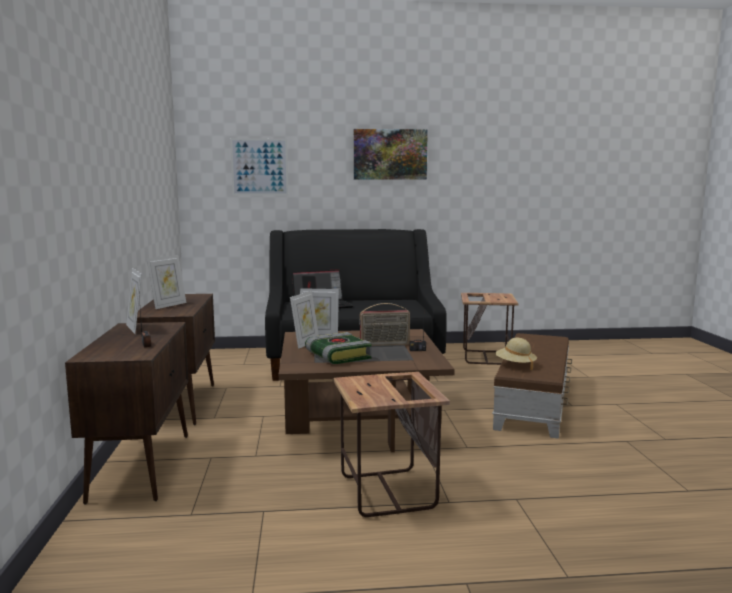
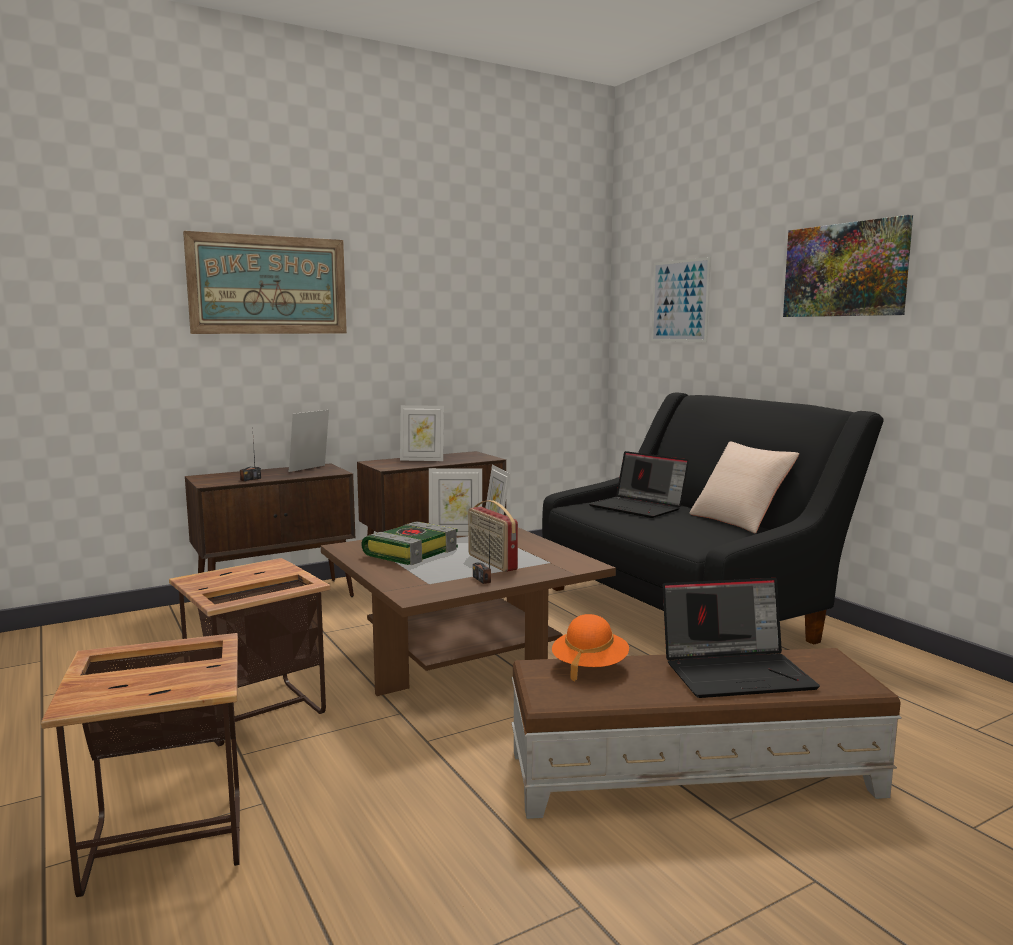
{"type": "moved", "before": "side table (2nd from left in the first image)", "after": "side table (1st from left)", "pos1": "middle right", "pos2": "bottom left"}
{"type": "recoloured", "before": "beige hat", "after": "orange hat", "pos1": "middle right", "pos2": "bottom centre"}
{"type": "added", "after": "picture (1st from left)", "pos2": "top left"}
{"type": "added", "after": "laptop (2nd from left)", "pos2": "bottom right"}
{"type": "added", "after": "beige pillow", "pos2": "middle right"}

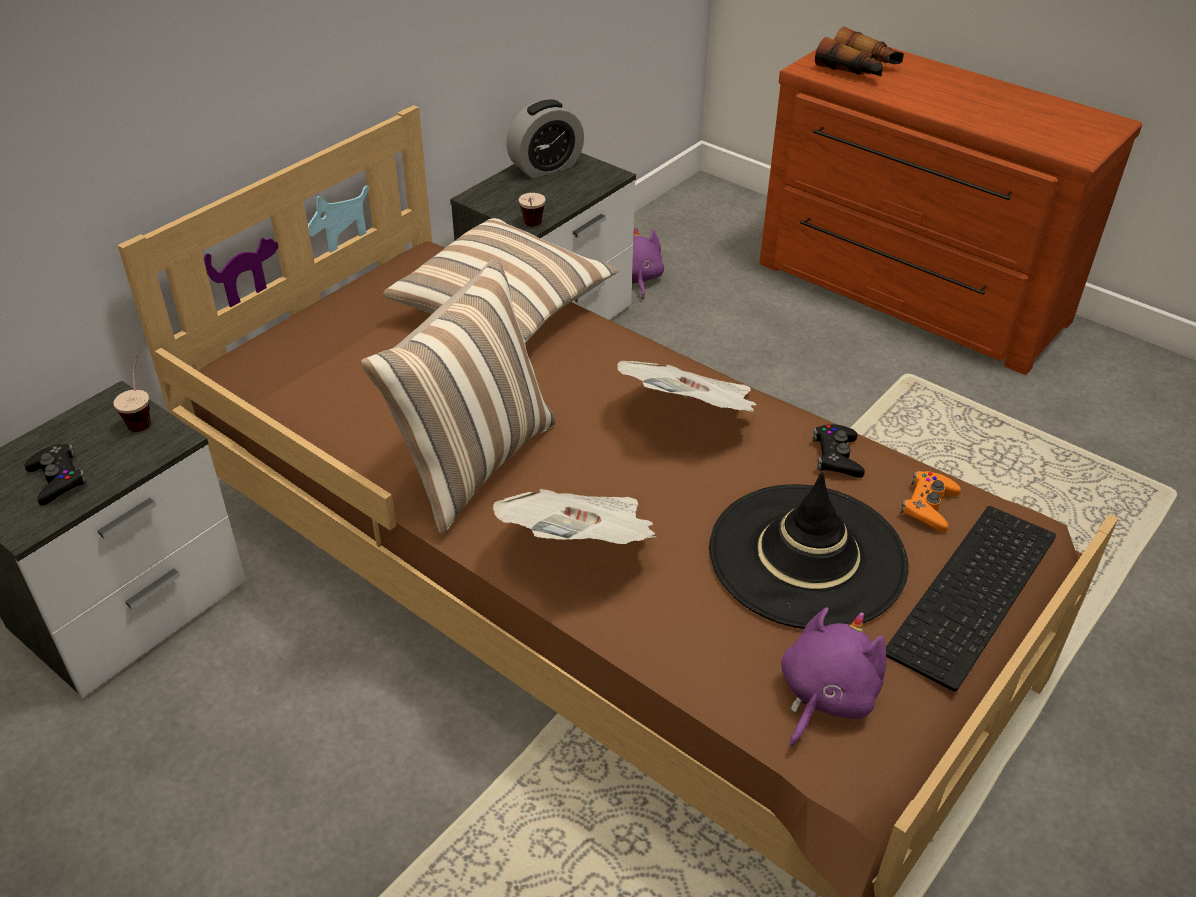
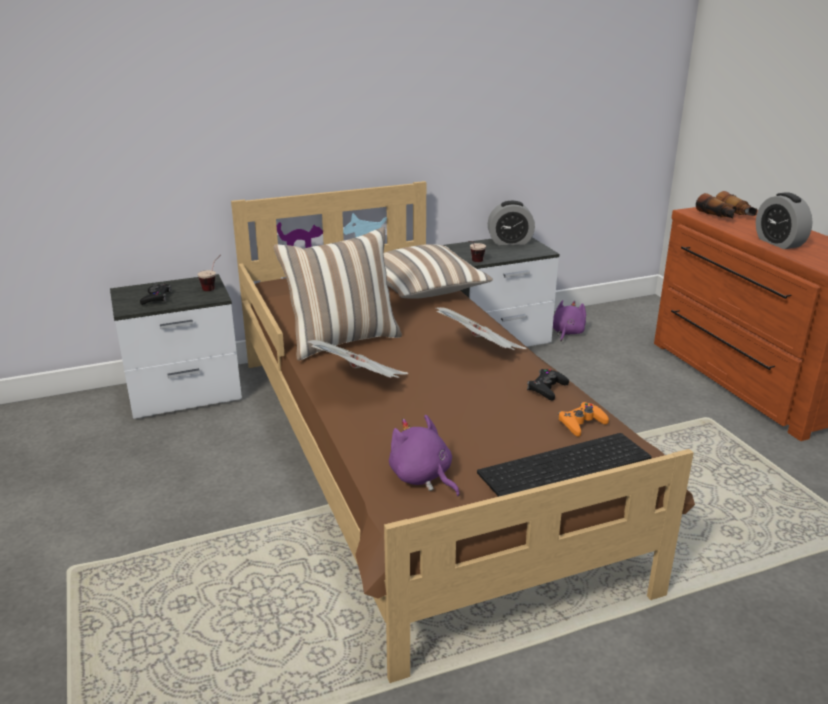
{"type": "removed", "before": "black hat", "pos1": "middle right"}
{"type": "turned", "before": "purple plush toy (2nd from left in the first image)", "pos1": "bottom right", "pos2": "centre", "turn": -105}
{"type": "added", "after": "alarm clock (2nd from left)", "pos2": "top right"}

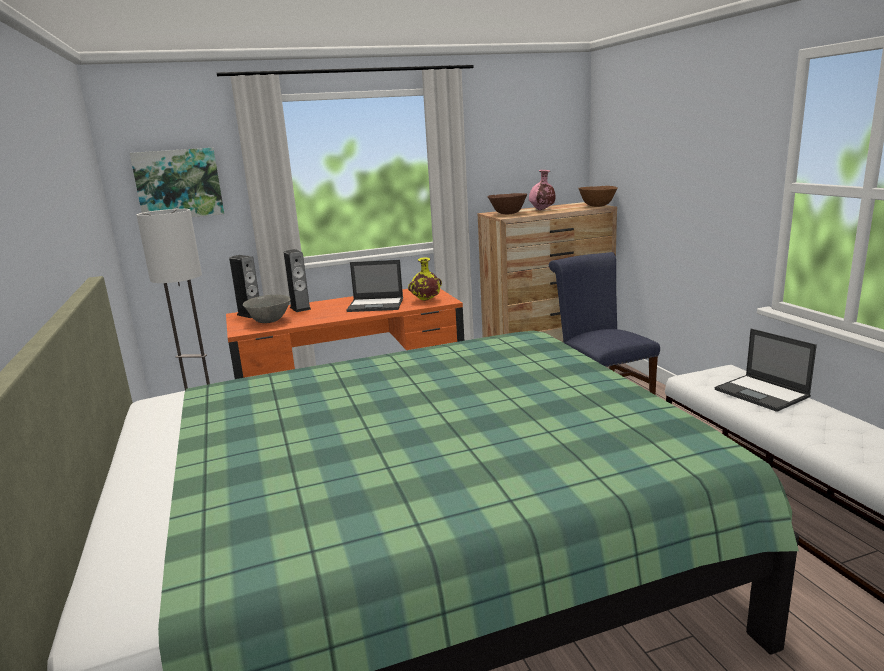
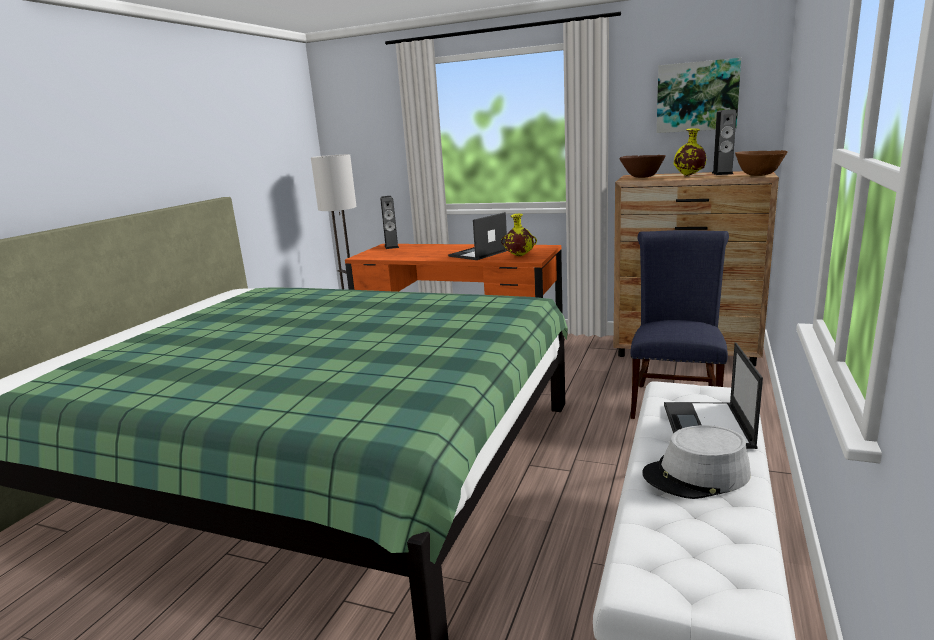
{"type": "moved", "before": "picture", "pos1": "top left", "pos2": "top right"}
{"type": "removed", "before": "grey bowl", "pos1": "middle left"}
{"type": "moved", "before": "speaker (2nd from left)", "pos1": "centre", "pos2": "top right"}
{"type": "turned", "before": "laptop (1st from left)", "pos1": "centre", "pos2": "centre", "turn": 90}
{"type": "recoloured", "before": "pink vase", "after": "yellow vase (2nd from left)", "pos1": "top centre", "pos2": "top right"}
{"type": "added", "after": "grey hat", "pos2": "bottom right"}

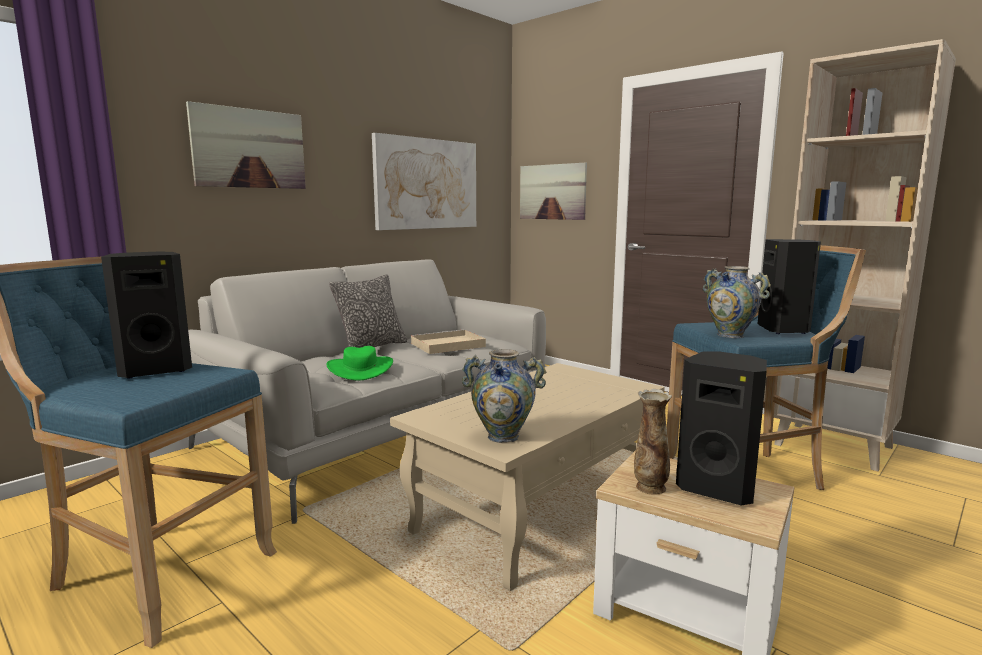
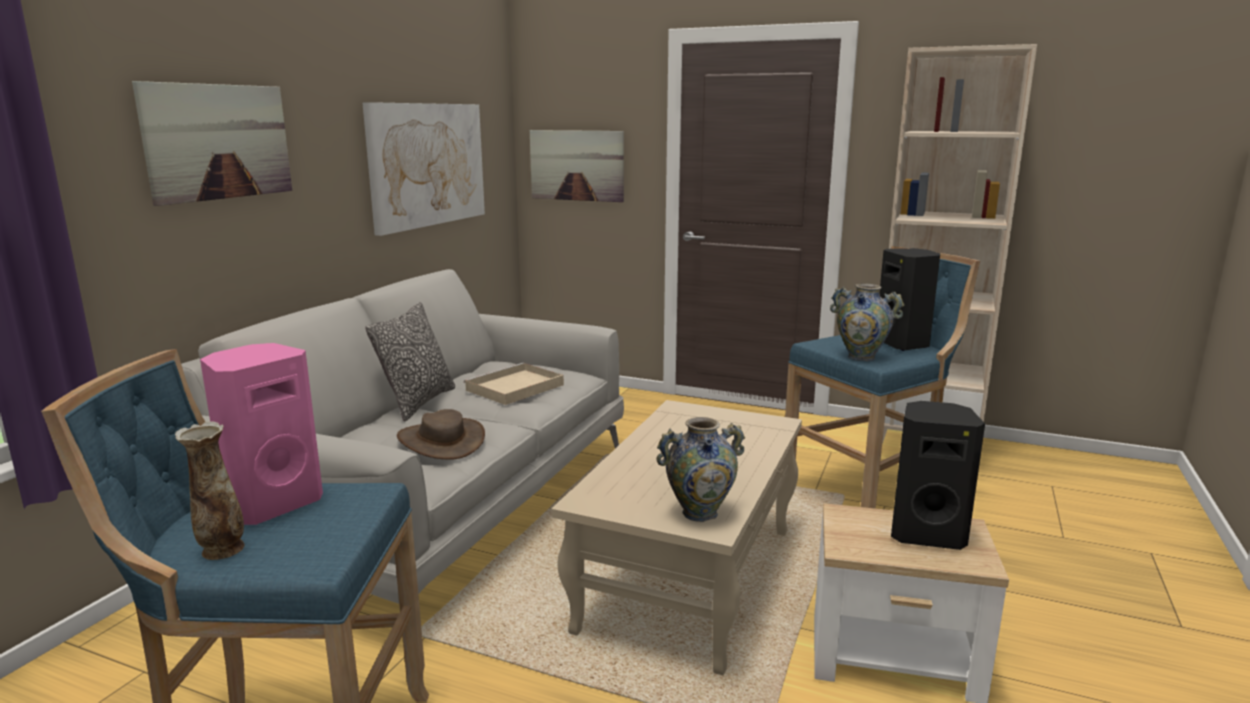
{"type": "recoloured", "before": "black speaker (1st from left)", "after": "pink speaker", "pos1": "middle left", "pos2": "middle left"}
{"type": "recoloured", "before": "green hat", "after": "brown hat", "pos1": "centre", "pos2": "centre"}
{"type": "moved", "before": "vase (2nd from left in the first image)", "after": "vase (1st from left)", "pos1": "bottom centre", "pos2": "bottom left"}

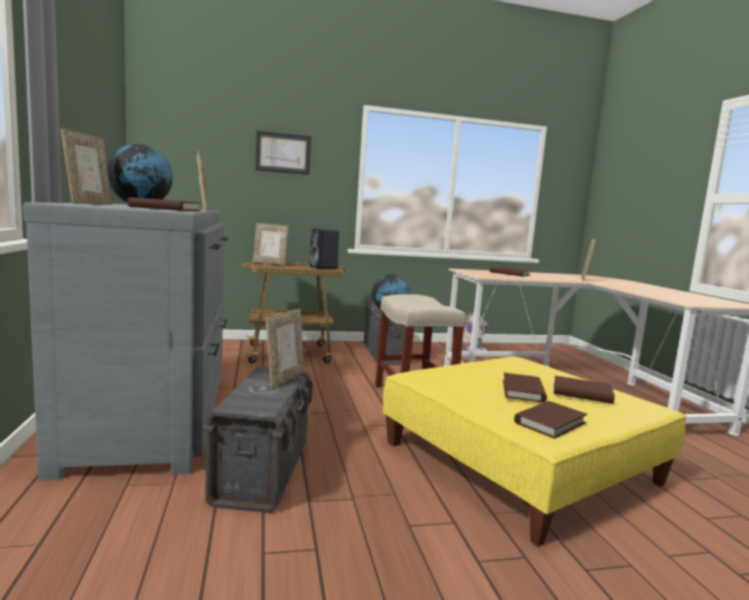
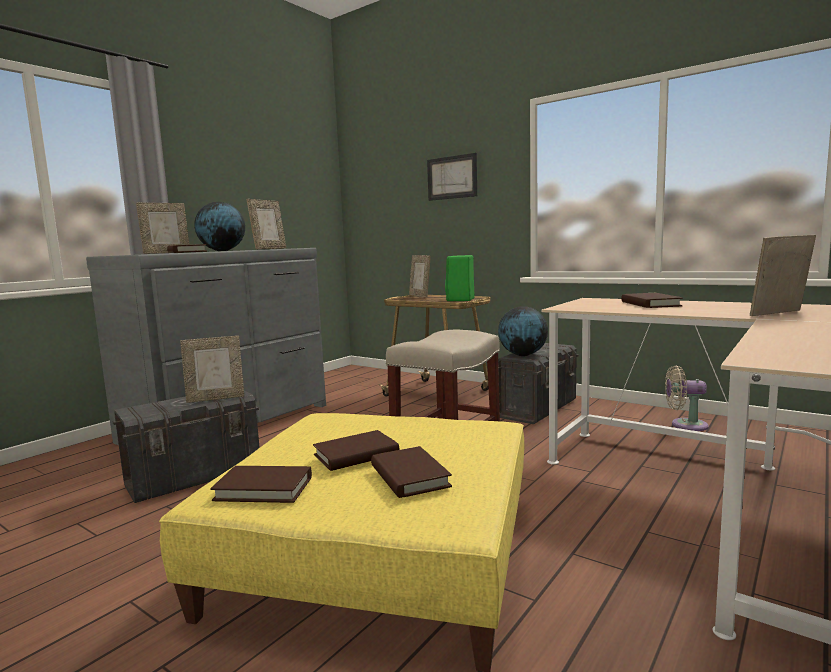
{"type": "recoloured", "before": "black speaker", "after": "green speaker", "pos1": "centre", "pos2": "centre"}

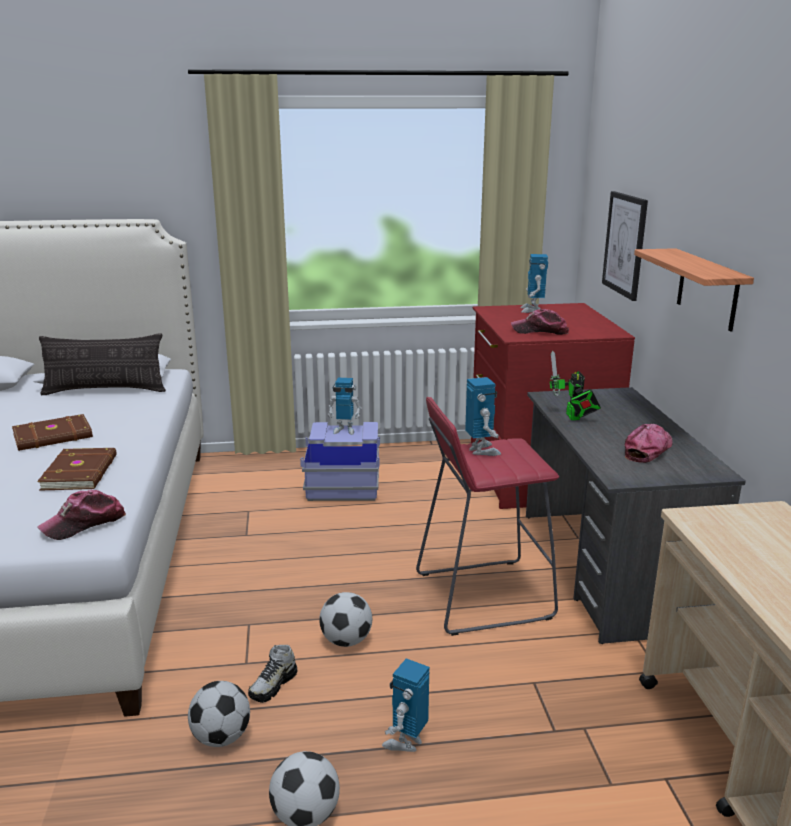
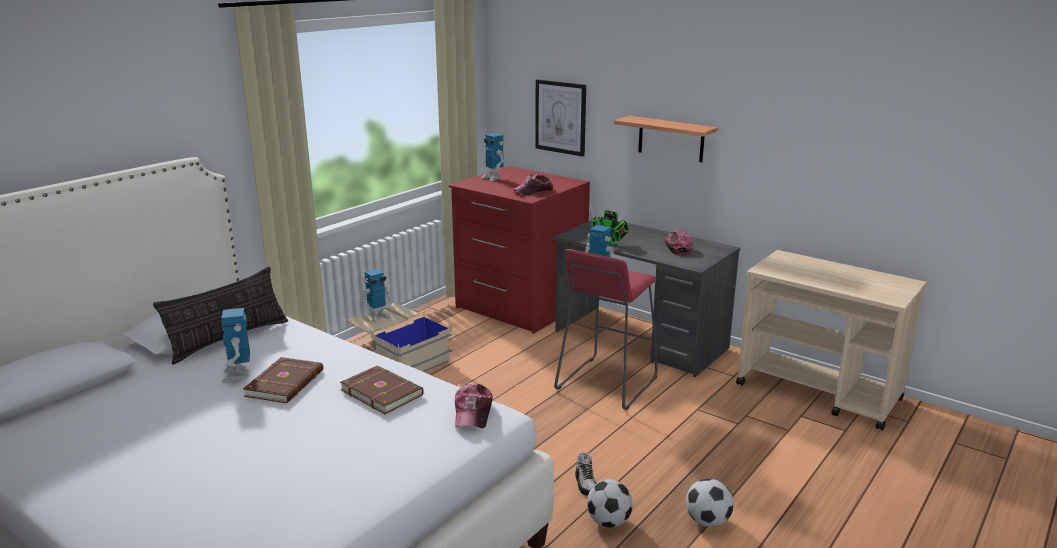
{"type": "recoloured", "before": "blue storage box", "after": "beige storage box", "pos1": "centre", "pos2": "centre"}
{"type": "removed", "before": "football (3rd from left)", "pos1": "bottom centre"}
{"type": "moved", "before": "toy robot (2nd from left in the first image)", "after": "toy robot (1st from left)", "pos1": "bottom centre", "pos2": "middle left"}

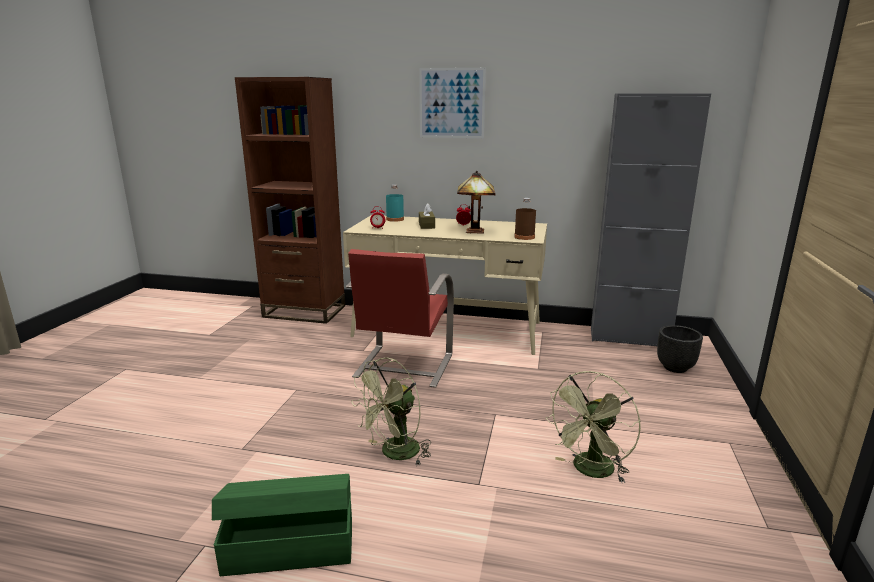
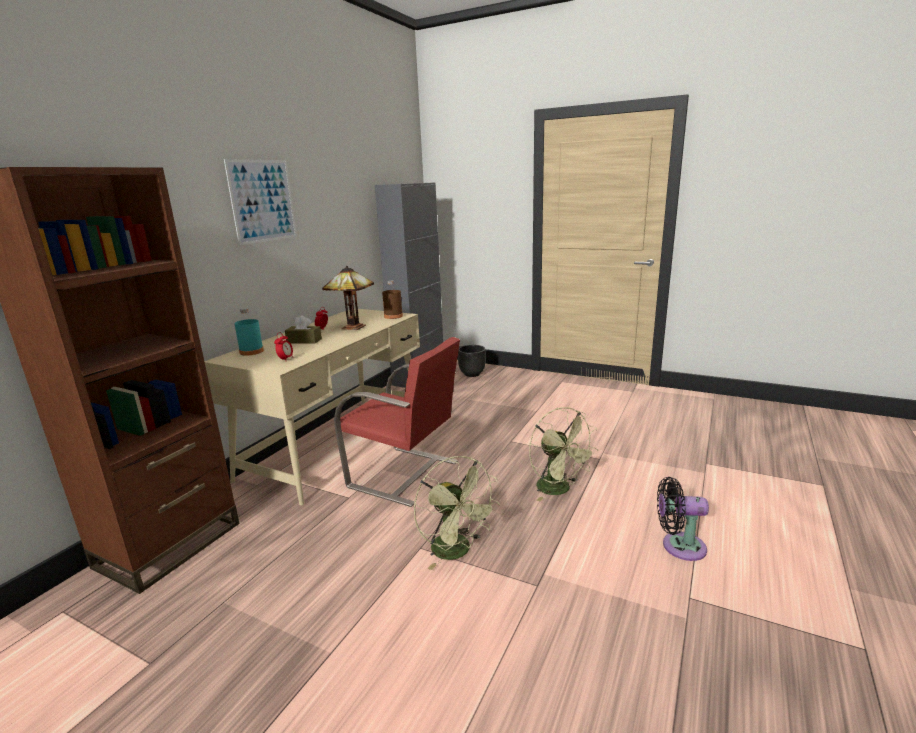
{"type": "replaced", "before": "green storage box", "after": "black fan", "pos1": "bottom left", "pos2": "bottom right"}
{"type": "moved", "before": "green fan (2nd from left in the first image)", "after": "green fan (1st from left)", "pos1": "bottom right", "pos2": "bottom centre"}

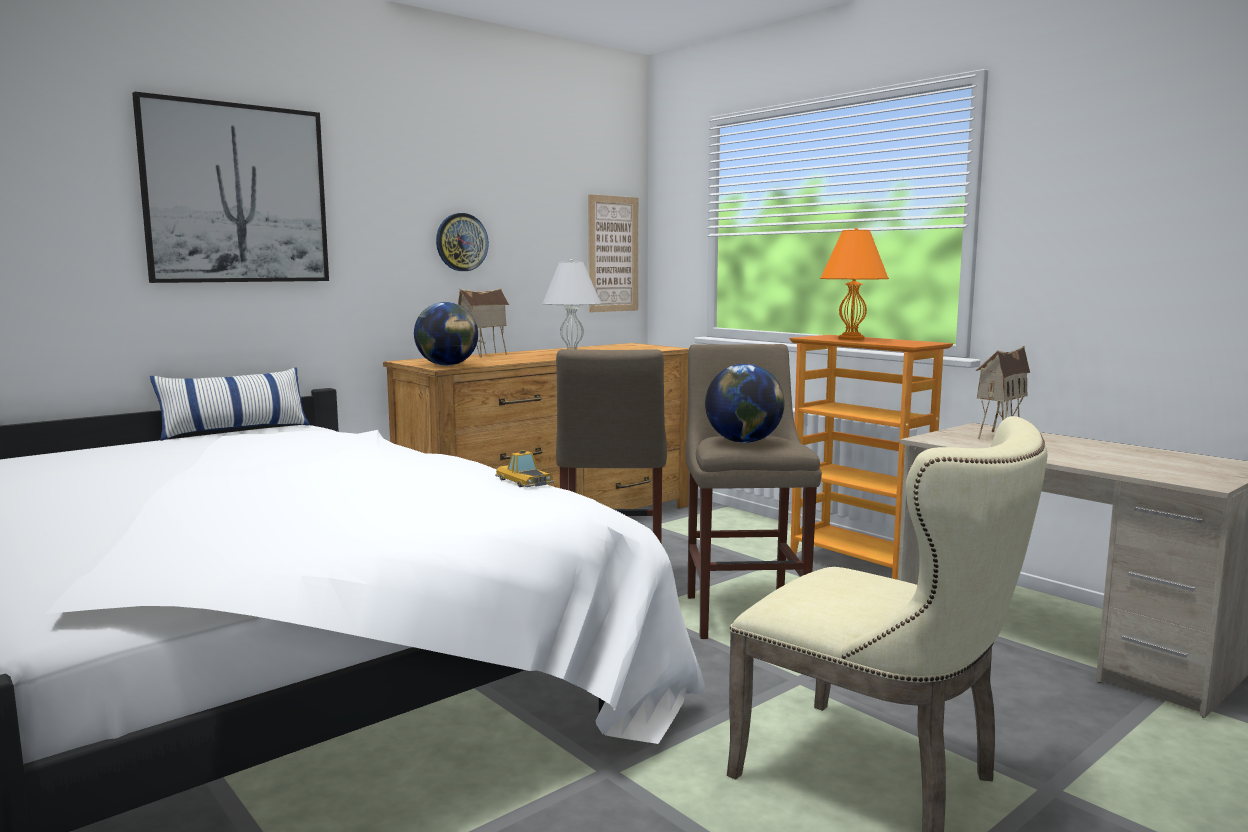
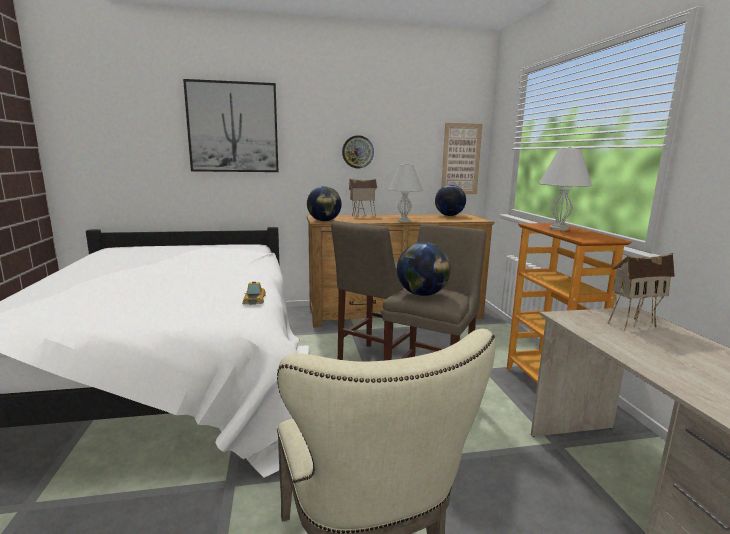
{"type": "removed", "before": "pillow", "pos1": "middle left"}
{"type": "recoloured", "before": "orange table lamp", "after": "white table lamp (2nd from left)", "pos1": "middle right", "pos2": "middle right"}
{"type": "added", "after": "globe (3rd from left)", "pos2": "centre"}

